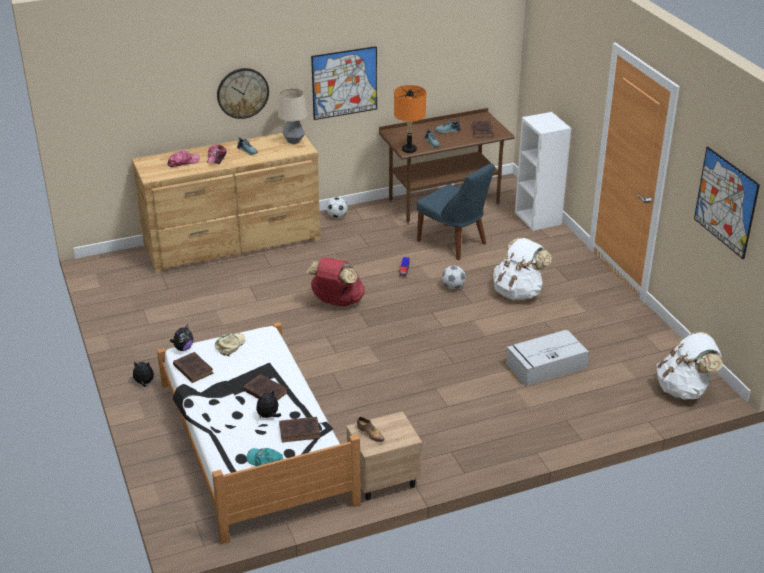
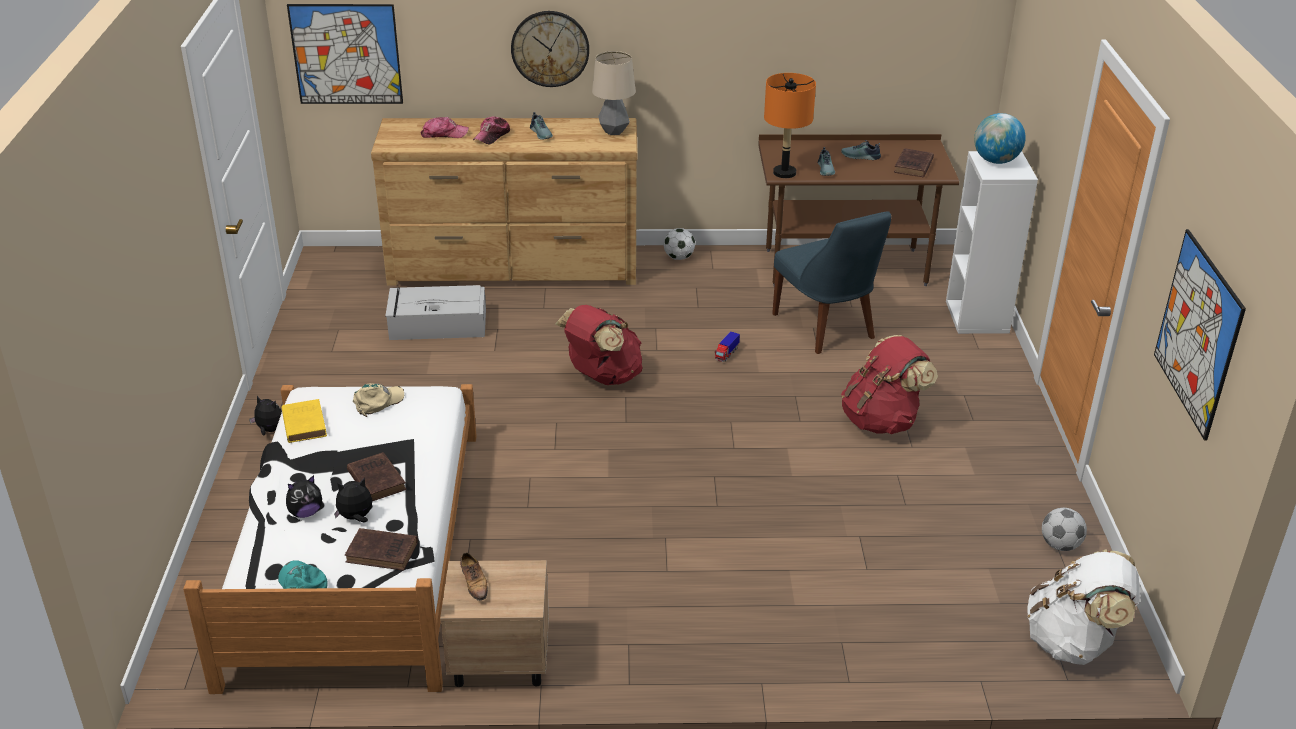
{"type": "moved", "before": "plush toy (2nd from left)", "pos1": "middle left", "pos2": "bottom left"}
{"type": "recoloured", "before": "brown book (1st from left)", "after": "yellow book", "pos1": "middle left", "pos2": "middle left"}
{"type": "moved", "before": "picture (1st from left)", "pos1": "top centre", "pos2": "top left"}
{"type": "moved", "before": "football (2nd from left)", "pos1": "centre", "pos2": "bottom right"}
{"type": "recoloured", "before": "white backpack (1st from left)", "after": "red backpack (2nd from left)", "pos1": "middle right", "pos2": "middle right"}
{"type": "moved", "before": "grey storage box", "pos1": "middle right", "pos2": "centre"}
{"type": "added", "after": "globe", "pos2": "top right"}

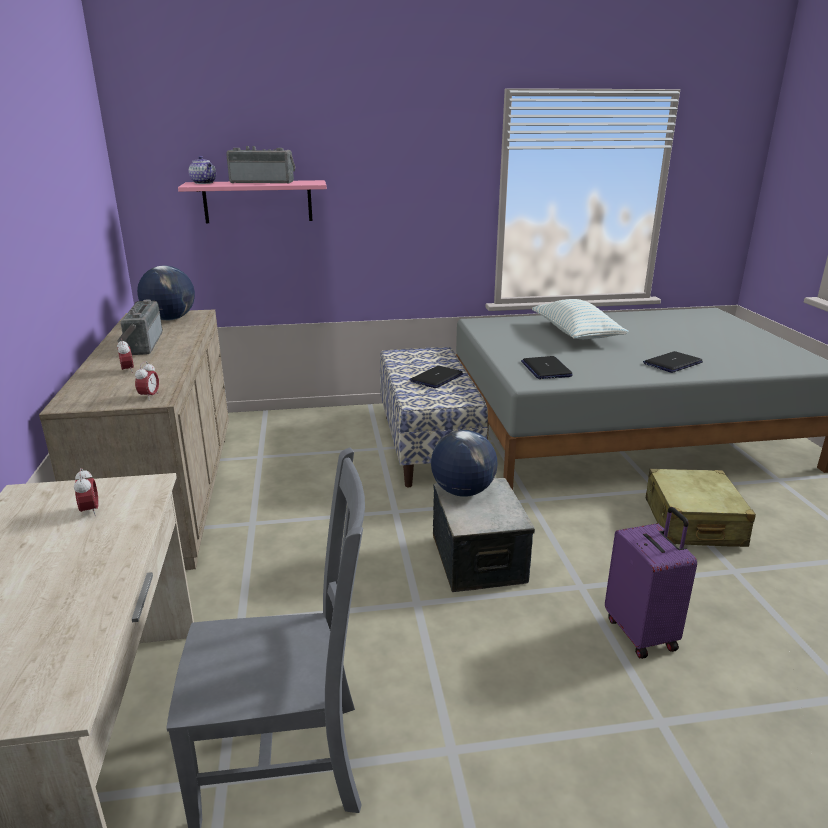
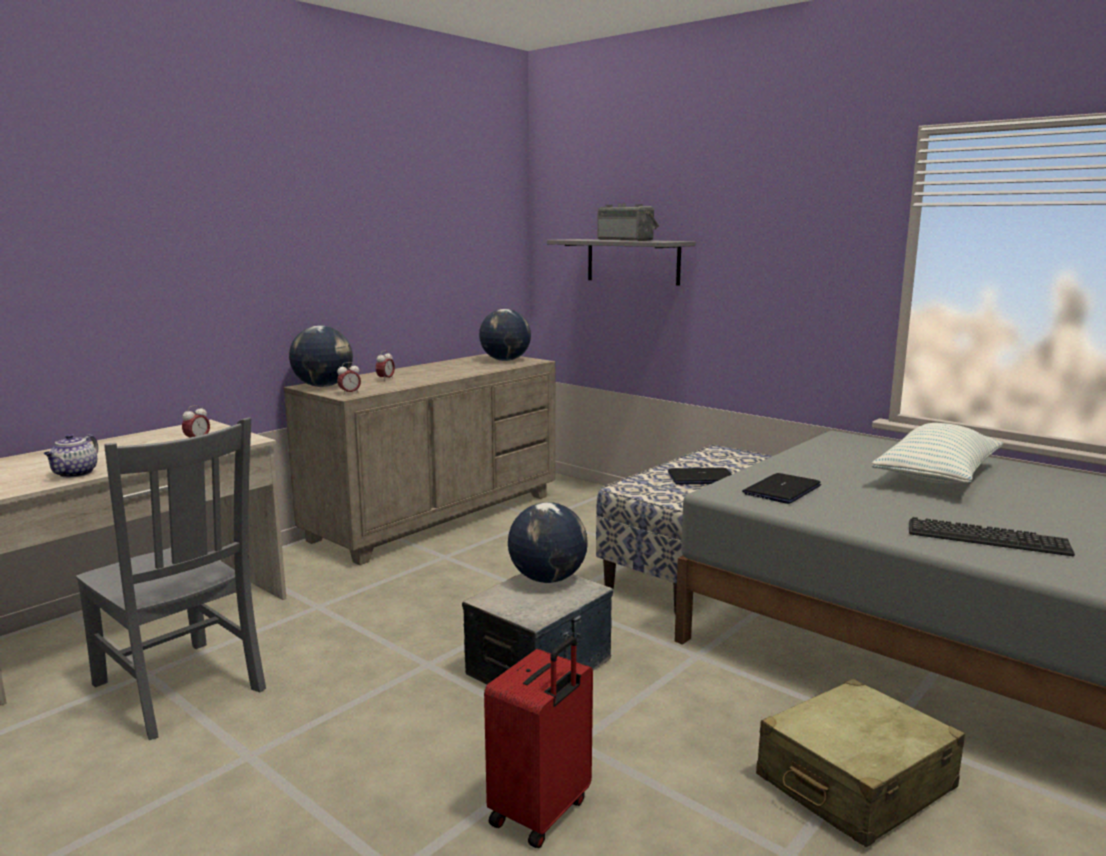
{"type": "removed", "before": "radio (1st from left)", "pos1": "middle left"}
{"type": "recoloured", "before": "pink shelf", "after": "grey shelf", "pos1": "top left", "pos2": "top centre"}
{"type": "moved", "before": "teapot", "pos1": "top left", "pos2": "middle left"}
{"type": "recoloured", "before": "purple suitcase", "after": "red suitcase", "pos1": "bottom right", "pos2": "bottom centre"}
{"type": "replaced", "before": "laptop (3rd from left)", "after": "keyboard", "pos1": "middle right", "pos2": "middle right"}
{"type": "added", "after": "globe (1st from left)", "pos2": "middle left"}

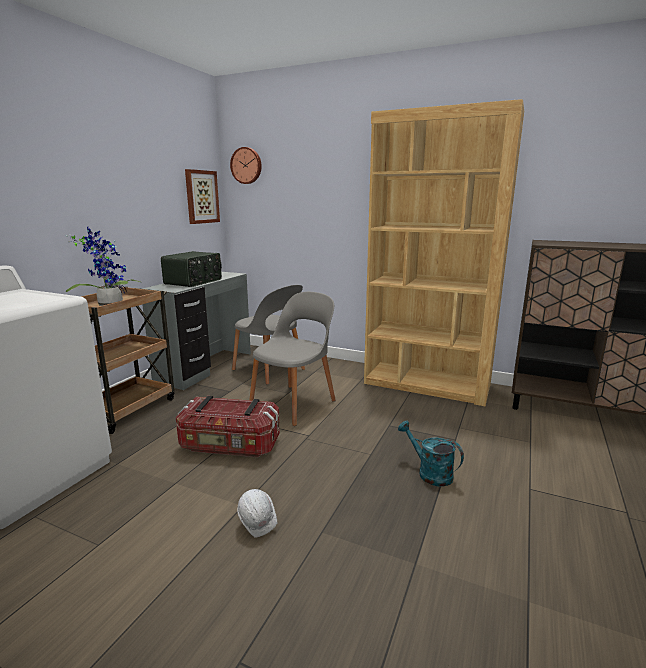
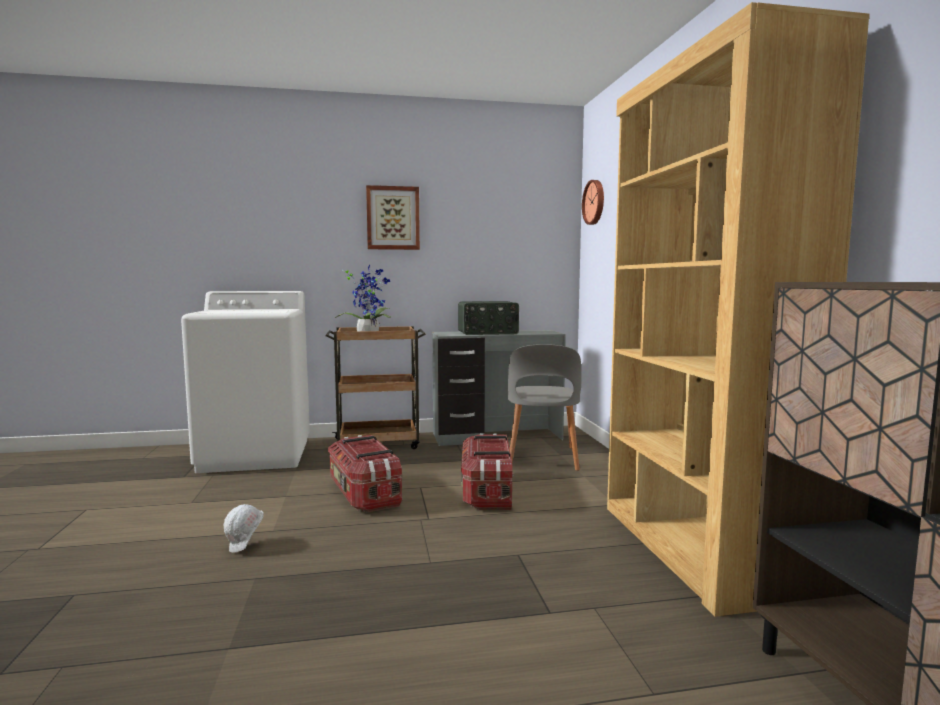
{"type": "moved", "before": "picture", "pos1": "top left", "pos2": "top centre"}
{"type": "replaced", "before": "grey chair (2nd from left)", "after": "storage box (2nd from left)", "pos1": "centre", "pos2": "bottom centre"}
{"type": "removed", "before": "turquoise watering can", "pos1": "bottom right"}

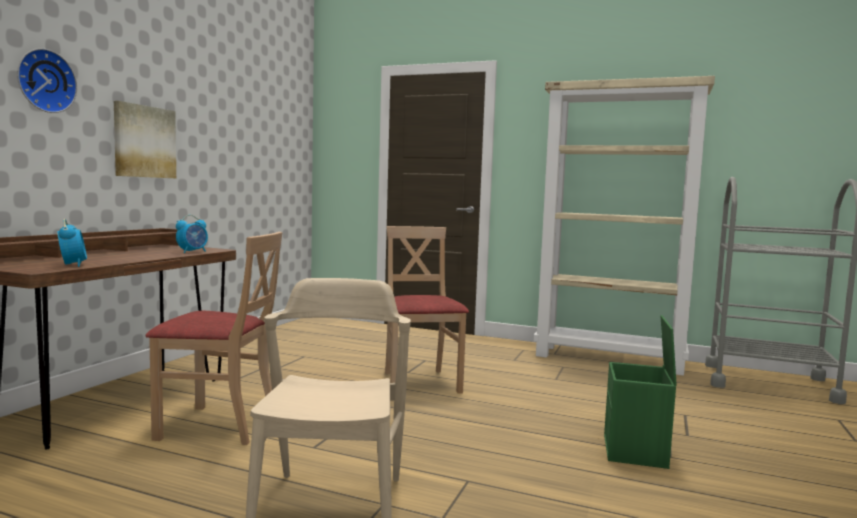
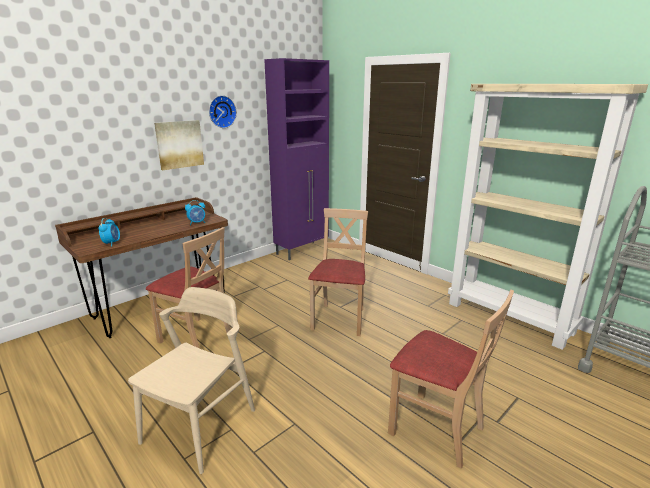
{"type": "moved", "before": "wall clock", "pos1": "top left", "pos2": "top centre"}
{"type": "replaced", "before": "green storage box", "after": "beige chair (4th from left)", "pos1": "bottom right", "pos2": "bottom right"}
{"type": "added", "after": "purple cabinet", "pos2": "top centre"}

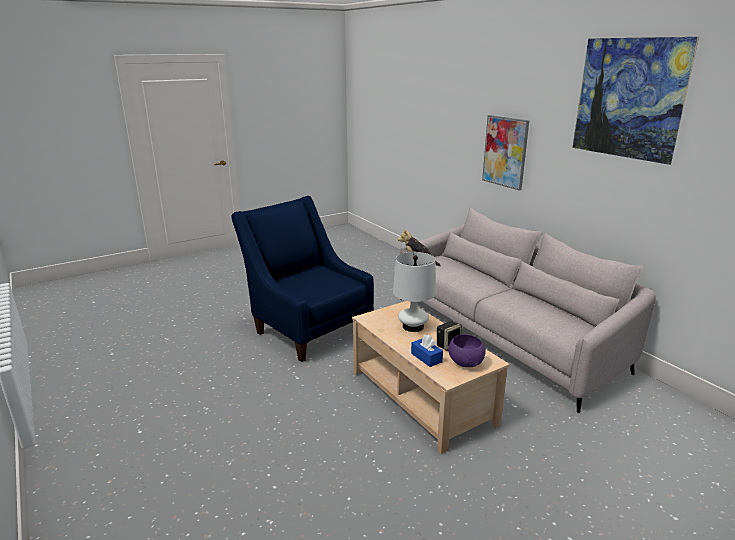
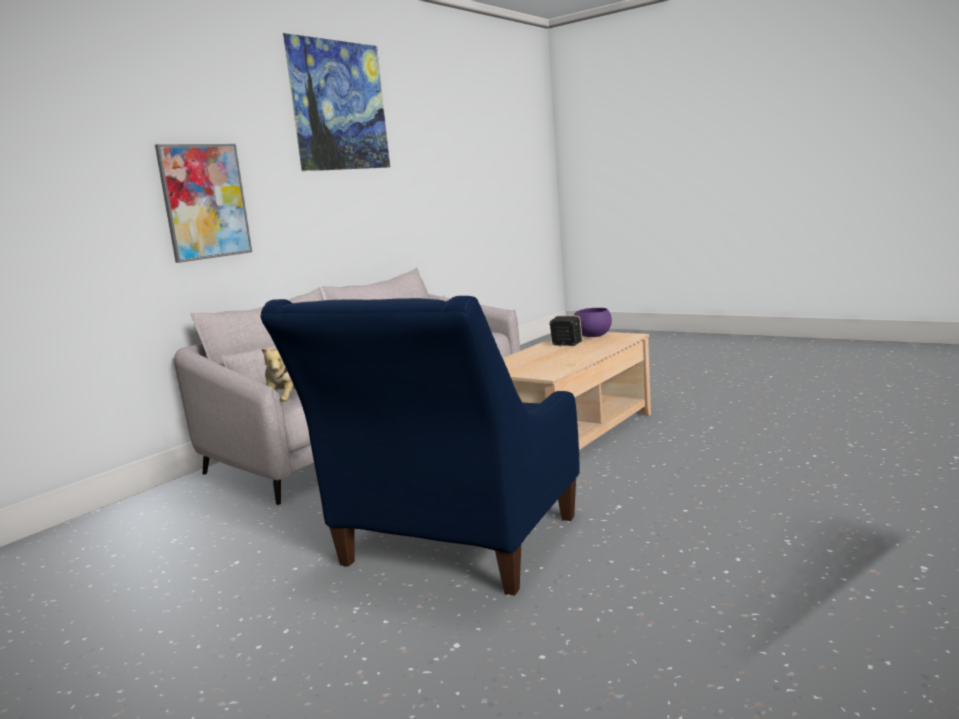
{"type": "removed", "before": "white table lamp", "pos1": "centre"}
{"type": "removed", "before": "blue tissue box", "pos1": "centre"}

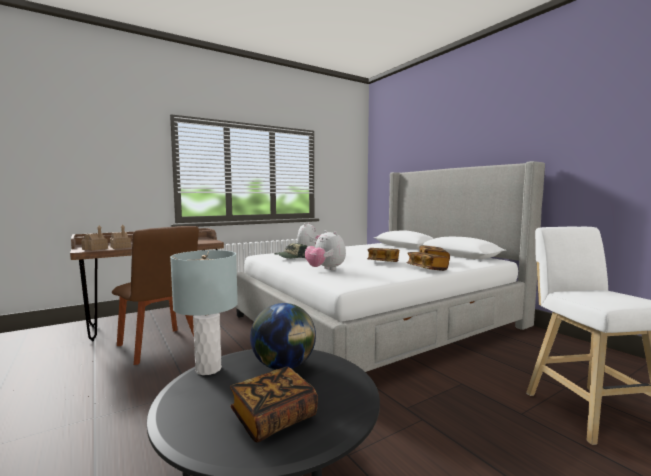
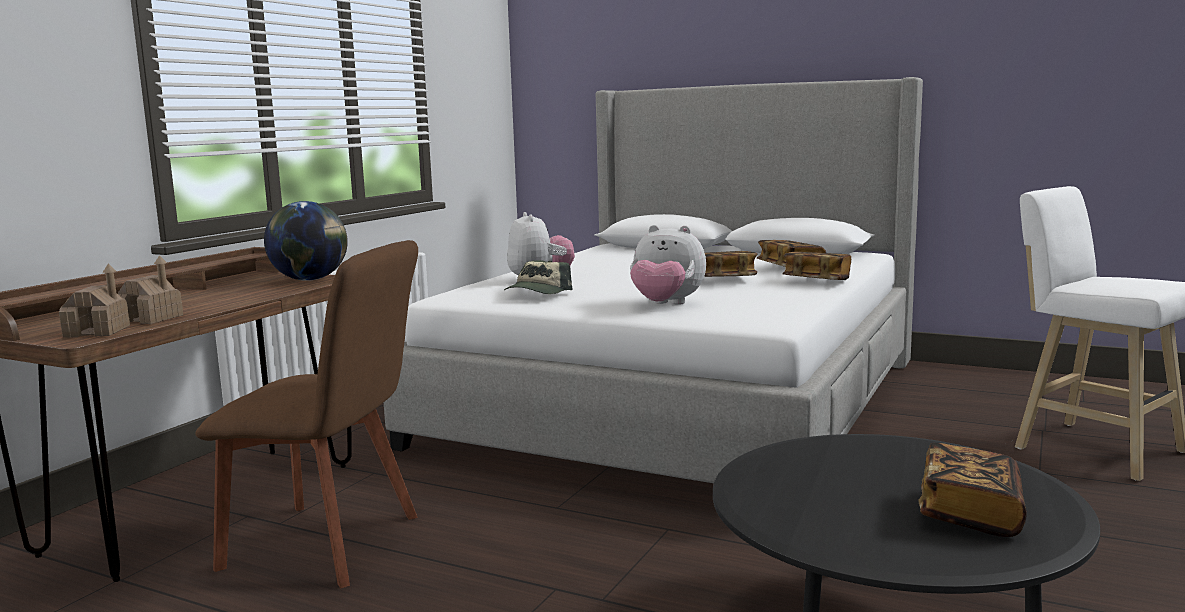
{"type": "removed", "before": "grey table lamp", "pos1": "middle left"}
{"type": "moved", "before": "globe", "pos1": "bottom centre", "pos2": "middle left"}

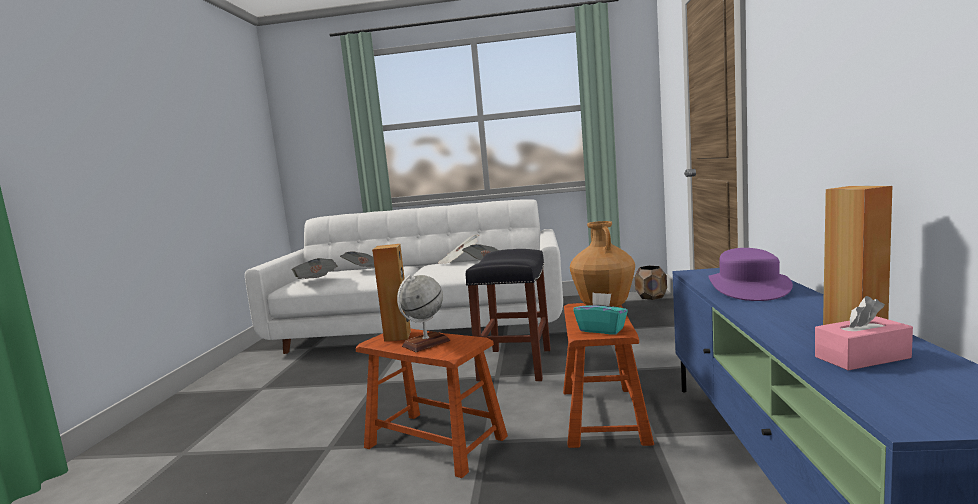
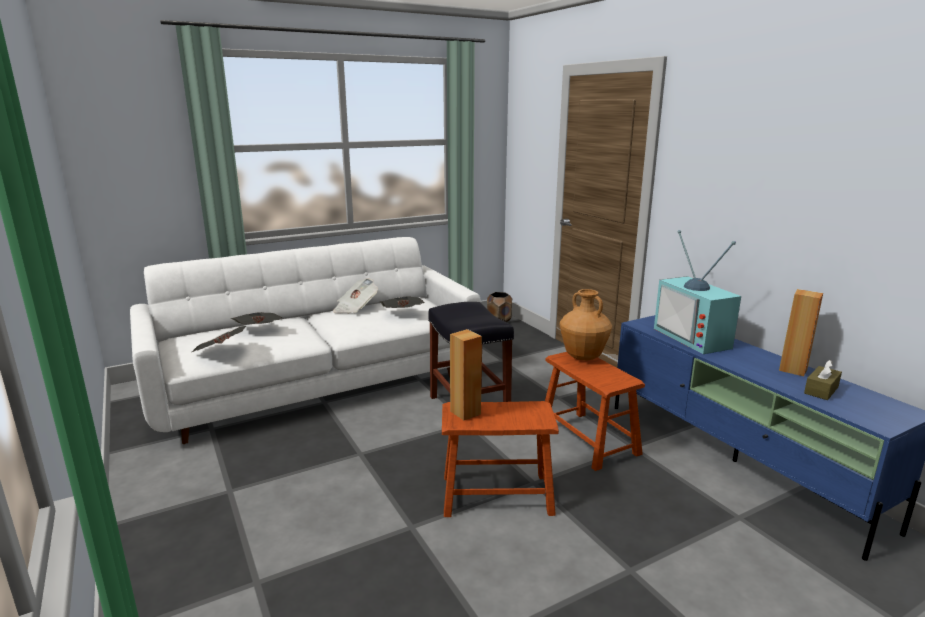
{"type": "removed", "before": "globe", "pos1": "centre"}
{"type": "removed", "before": "turquoise tissue box", "pos1": "centre"}
{"type": "replaced", "before": "purple hat", "after": "television", "pos1": "middle right", "pos2": "middle right"}
{"type": "recoloured", "before": "pink tissue box", "after": "brown tissue box", "pos1": "middle right", "pos2": "middle right"}

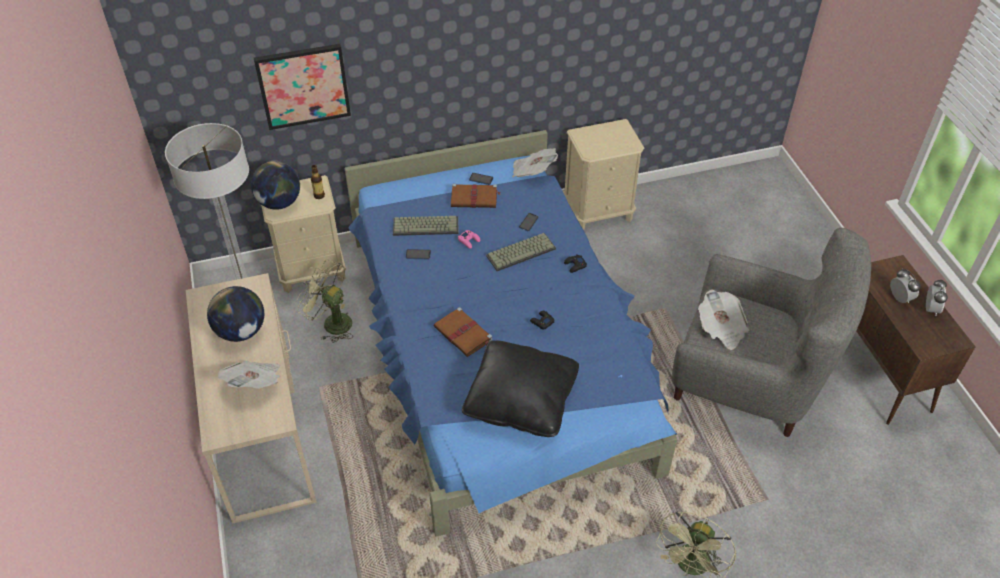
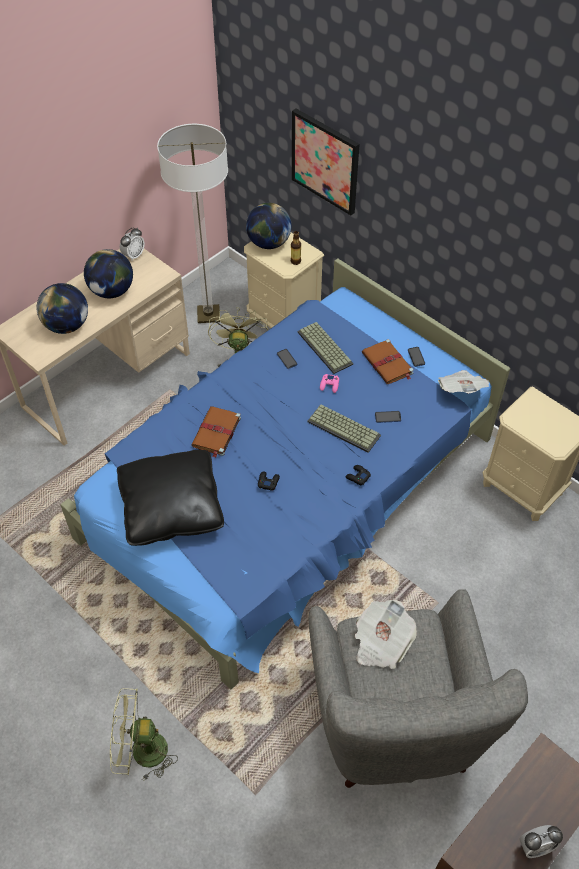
{"type": "replaced", "before": "newspaper (1st from left)", "after": "globe (1st from left)", "pos1": "middle left", "pos2": "middle left"}
{"type": "moved", "before": "alarm clock (1st from left)", "pos1": "middle right", "pos2": "top left"}

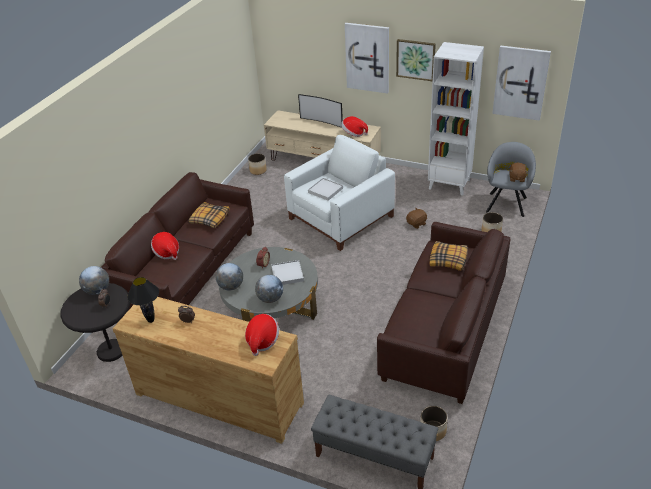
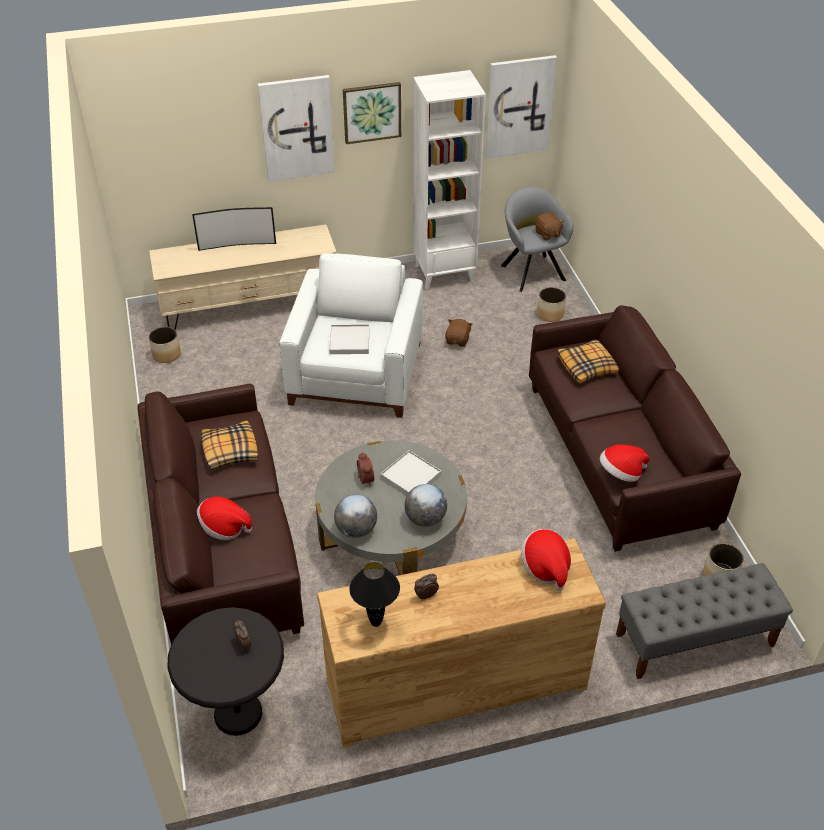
{"type": "removed", "before": "globe (1st from left)", "pos1": "middle left"}
{"type": "moved", "before": "hat (3rd from left)", "pos1": "top centre", "pos2": "middle right"}

